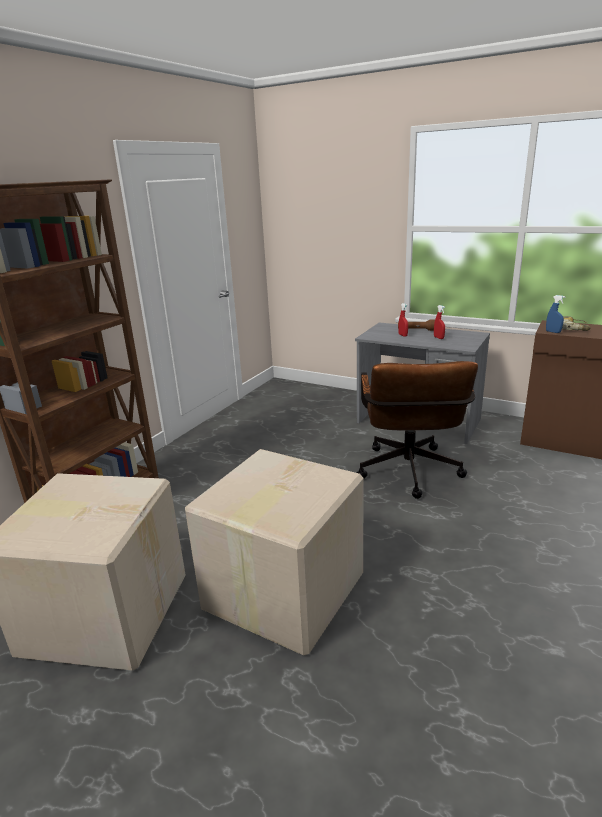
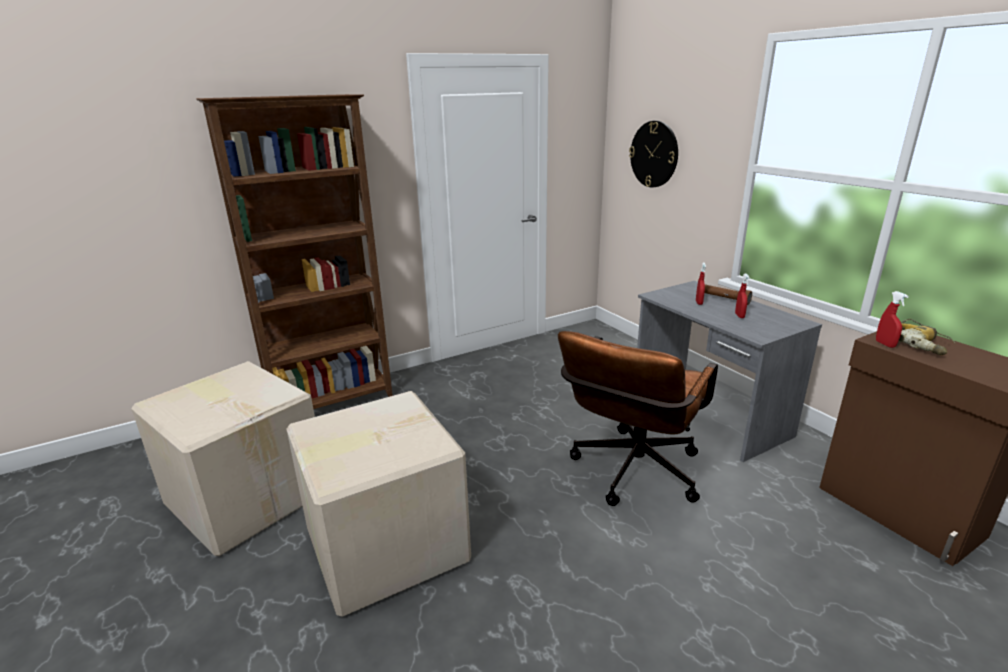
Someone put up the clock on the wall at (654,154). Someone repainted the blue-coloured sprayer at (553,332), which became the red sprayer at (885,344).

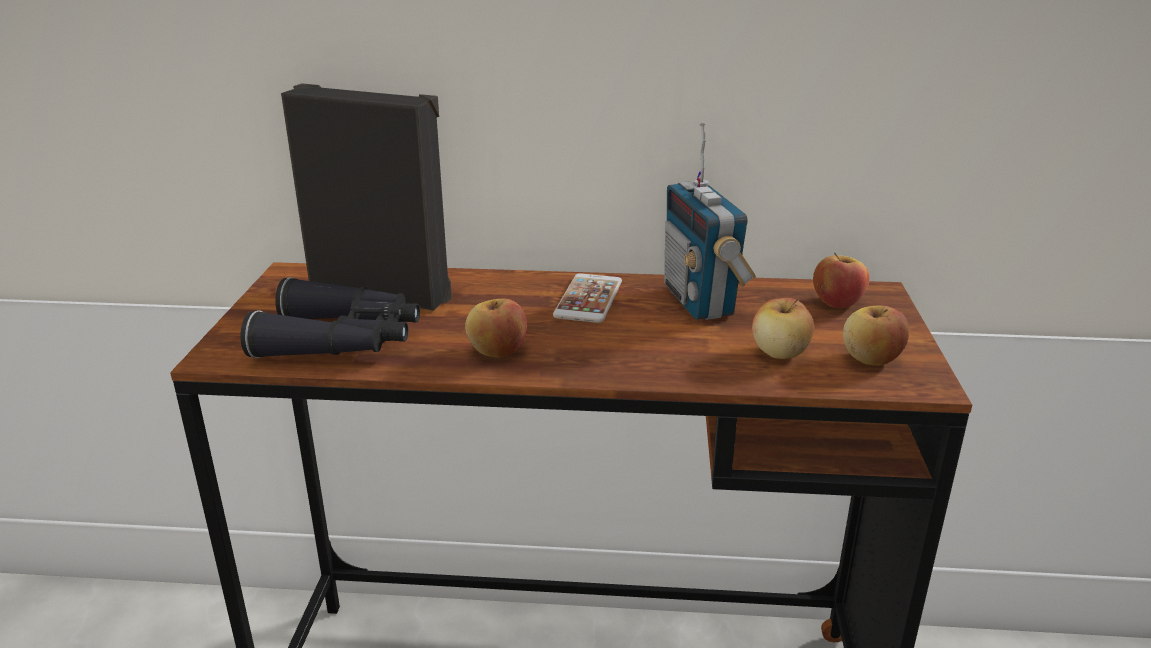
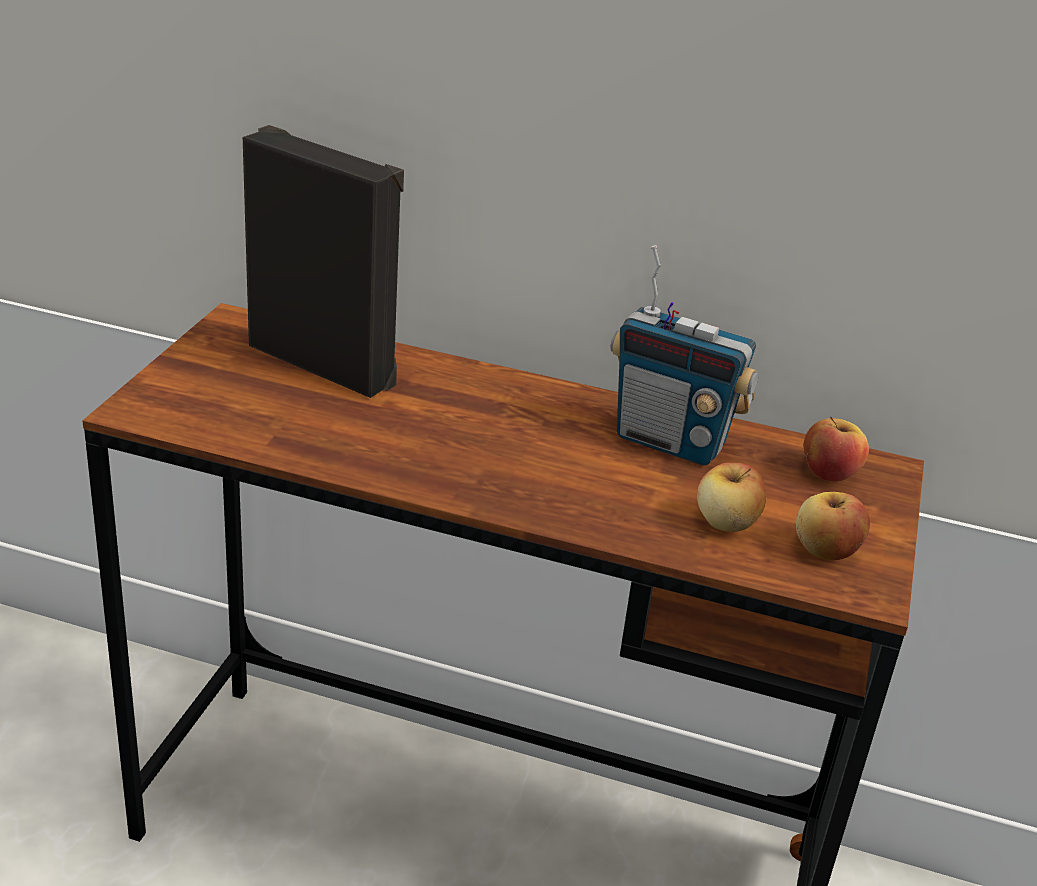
Someone rotated the radio receiver at (700,301) by 60 degrees counterclockwise. Someone took away the blackish binoculars at (342,340). Someone took away the whole apple at (497,351). Someone took away the telephone at (588,299).

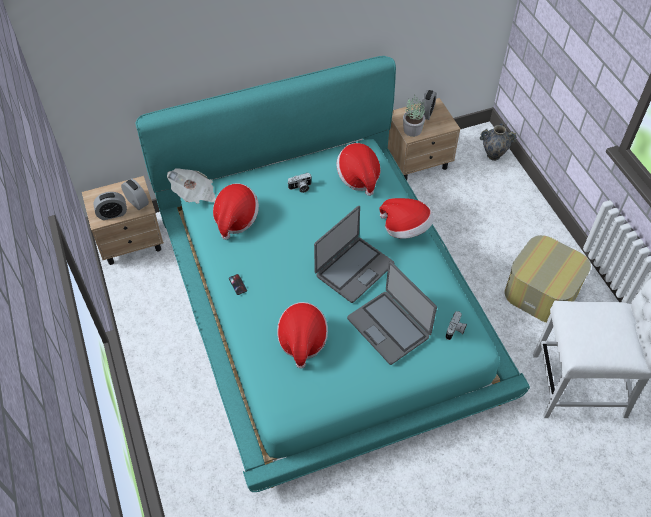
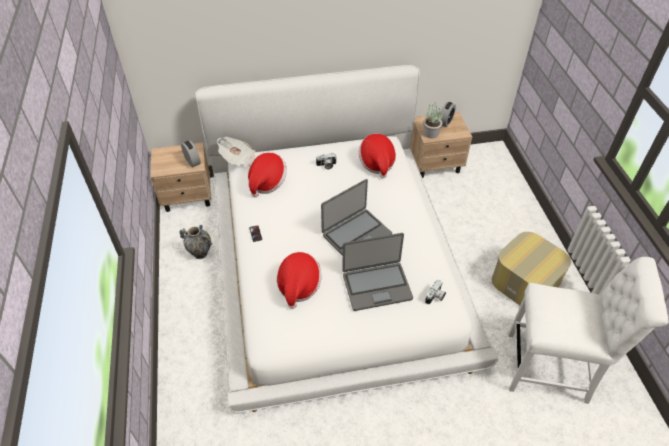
Someone carried the vase from (493,155) to (200,254). Someone repainted the turquoise bed at (325,301), which became the whitish bed at (334,264). Someone rotated the laptop at (389,327) by 75 degrees counterclockwise. Someone took away the table clock at (112,214). Someone took away the clothing hat at (405,228).

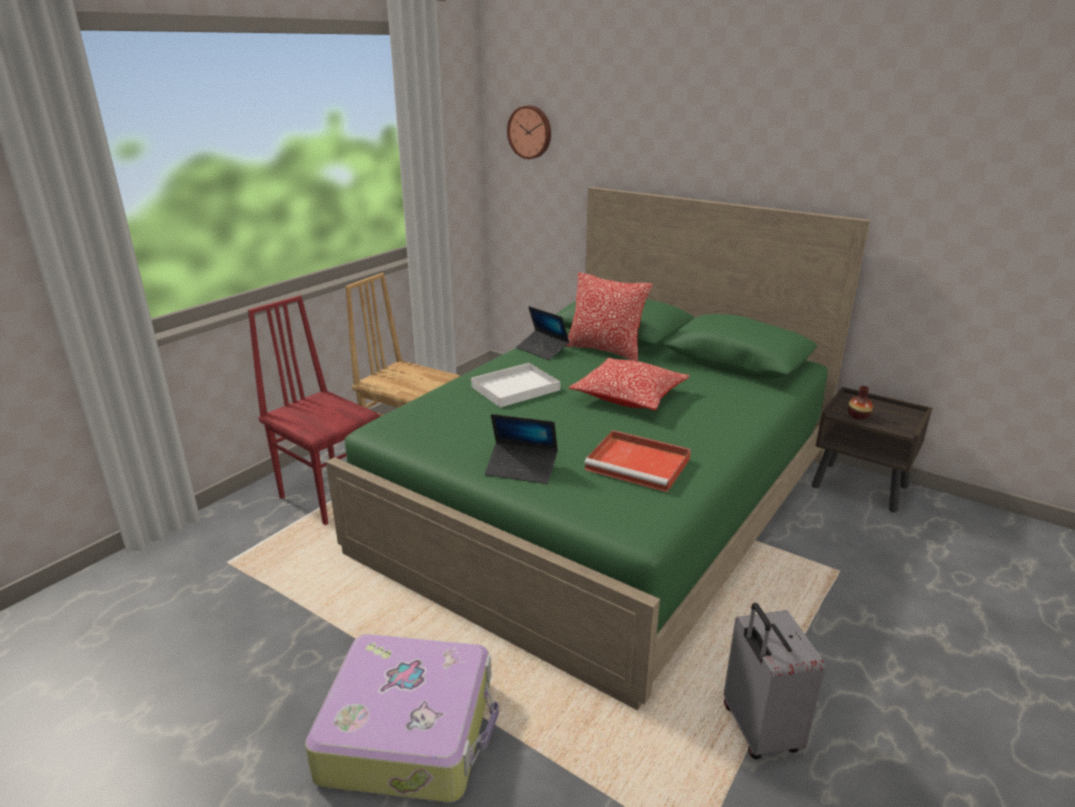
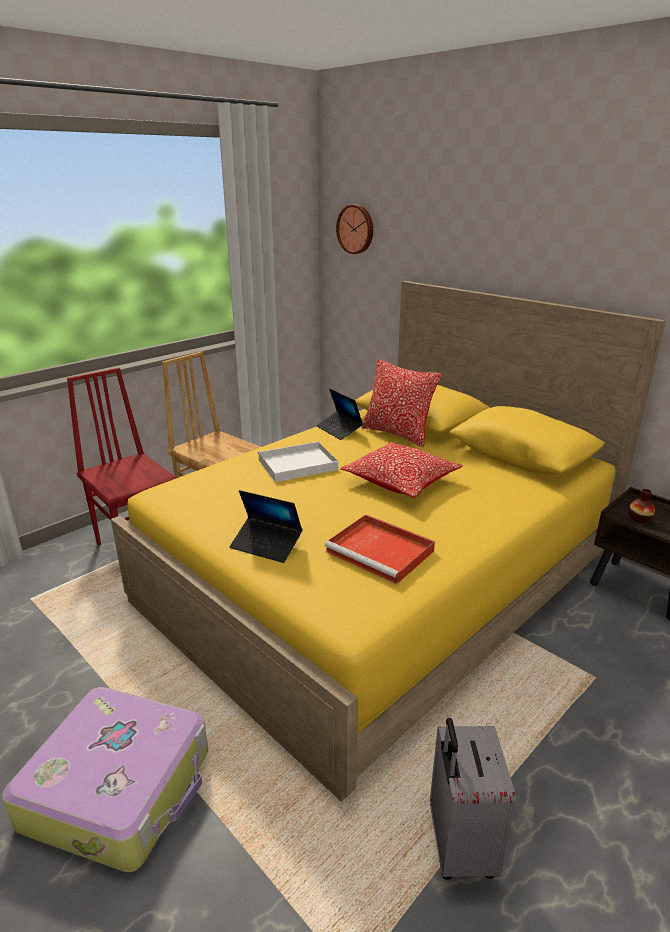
Someone repainted the green bed at (606,501), which became the yellow-coloured bed at (381,577).

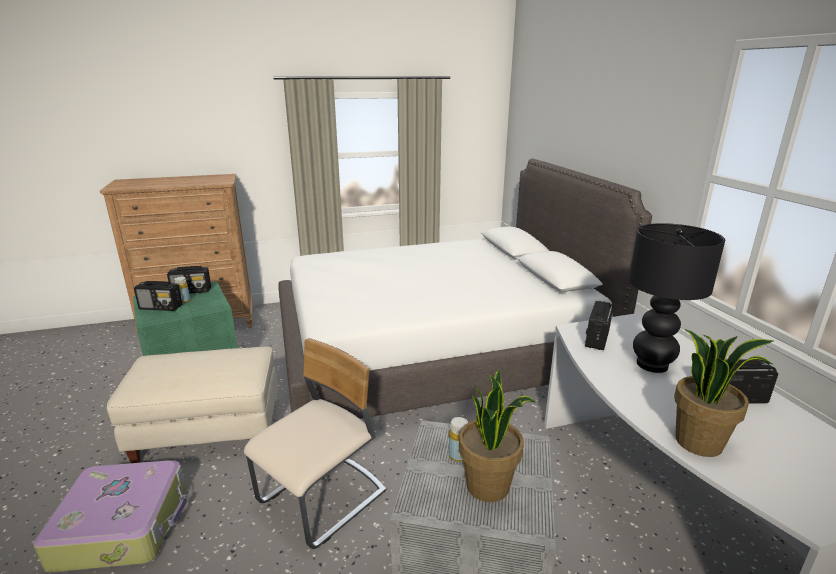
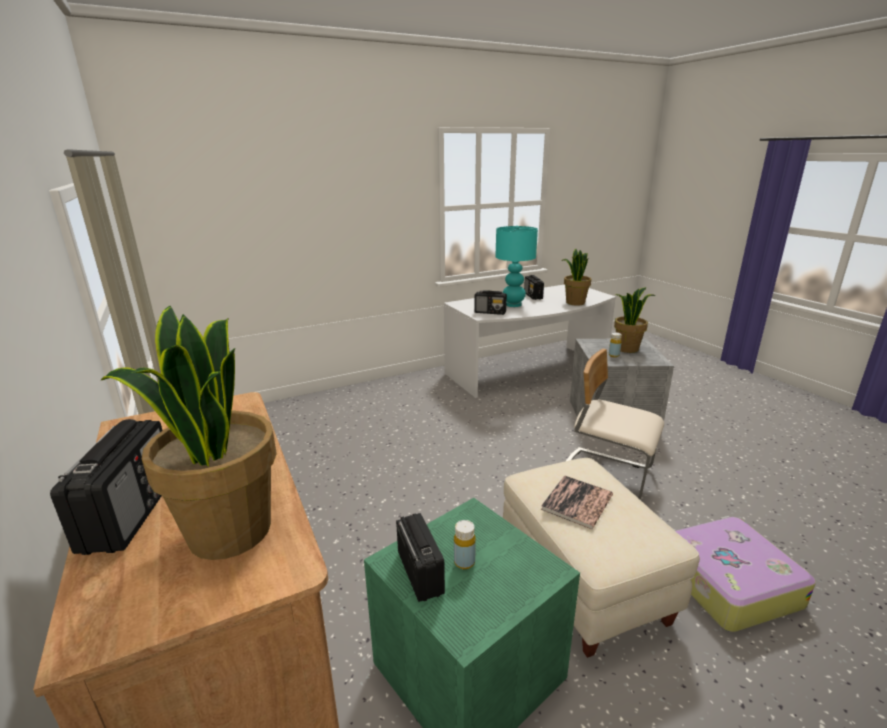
Someone carried the radio receiver from (161,307) to (131,512). Someone put down the plant in a pot at (228,531). Someone repainted the blackish tabletop lamp at (652,365), which became the turquoise tabletop lamp at (513,304). Someone put down the volume at (577,502). Someone took away the whitish bed at (436,355).

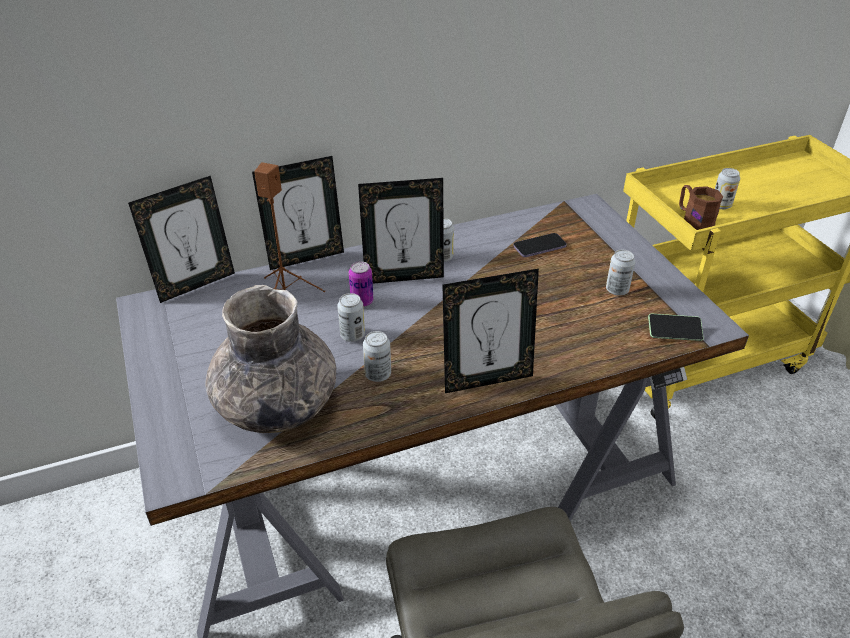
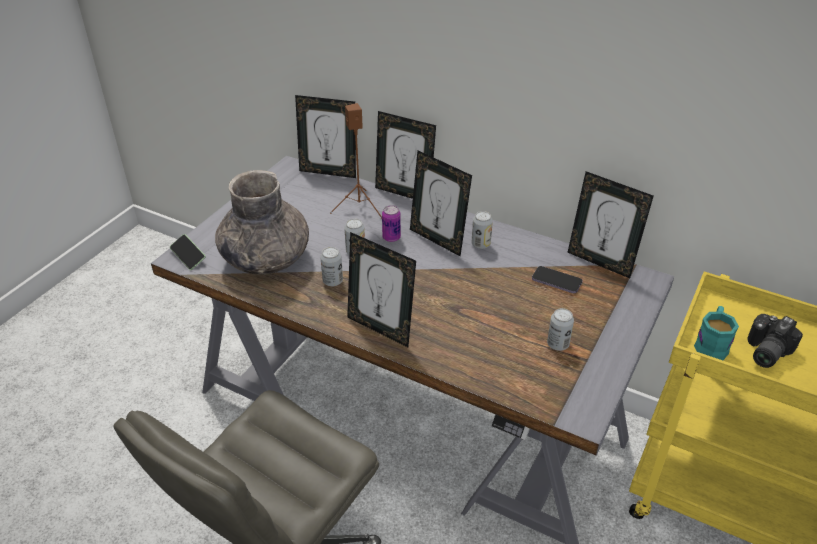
Someone carried the telephone from (674,333) to (188,257). Someone put down the picture frame at (600,262). Someone repainted the brown-coloured tea mug at (693,221), which became the turquoise tea mug at (711,344). Someone swapped the sealed can at (721,205) for the still camera at (764,351).

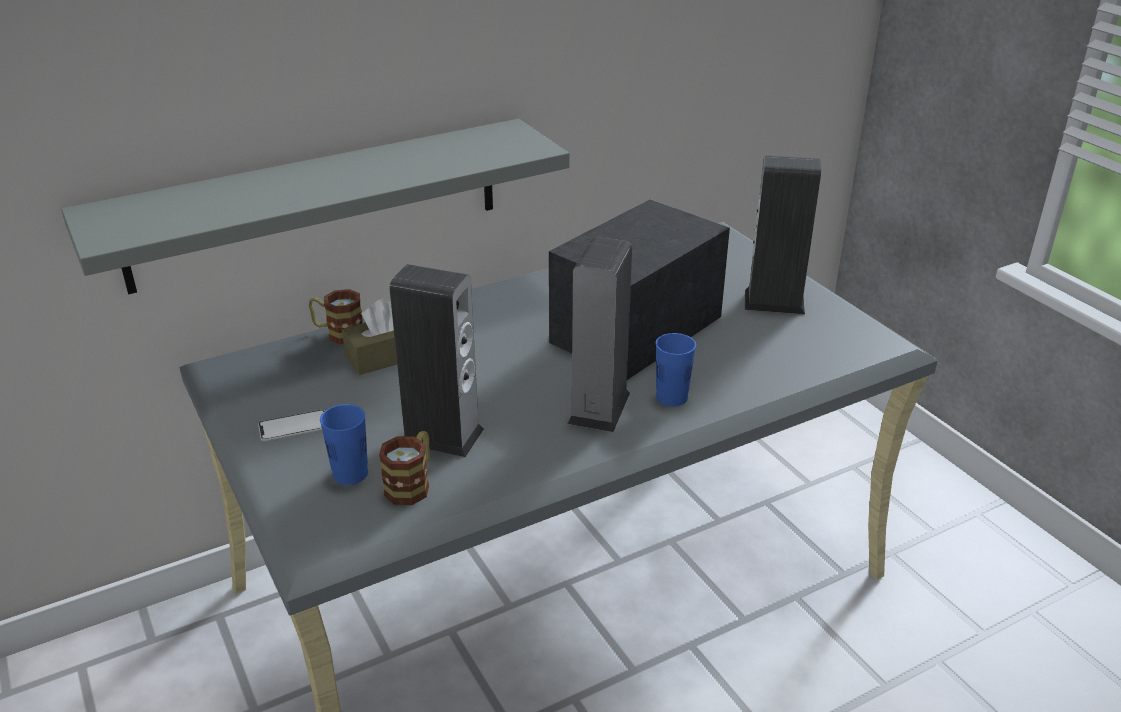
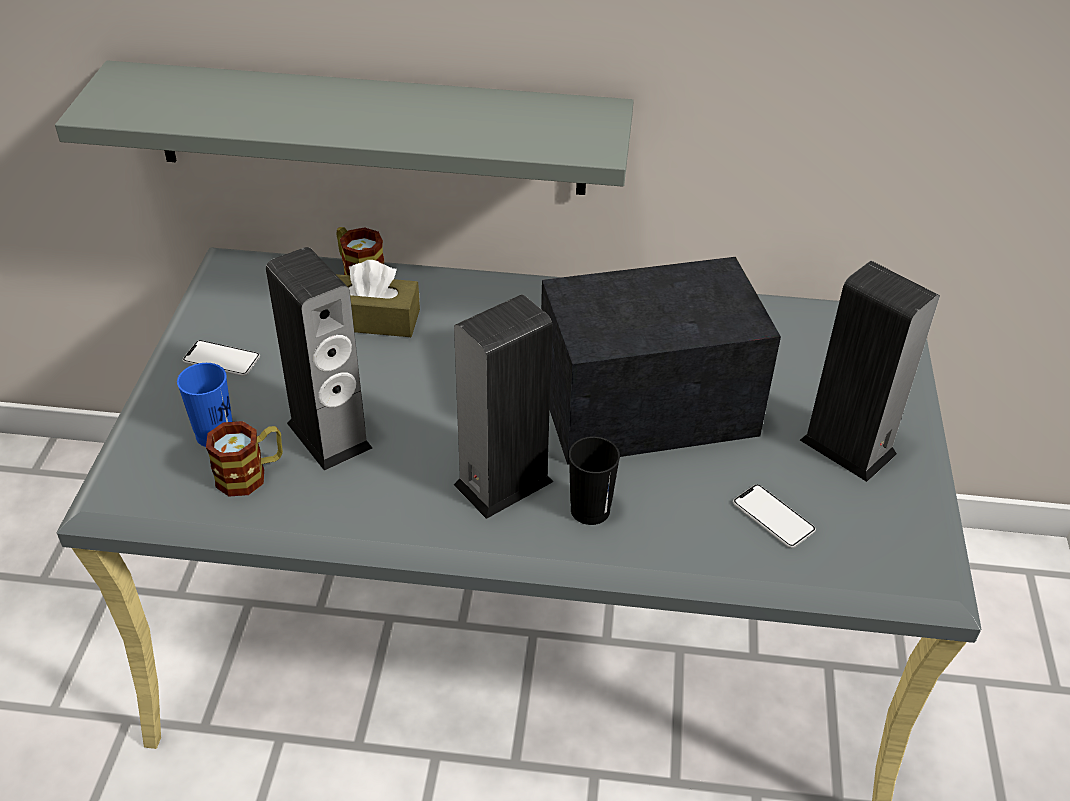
Someone repainted the blue-coloured cup at (671,397), which became the blackish cup at (590,510). Someone put down the telephone at (773,517).

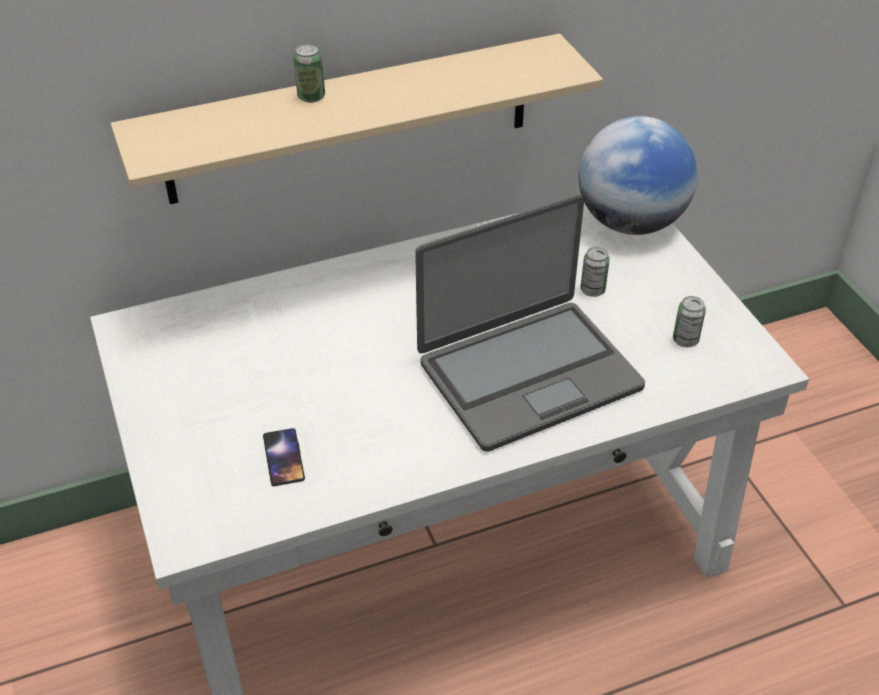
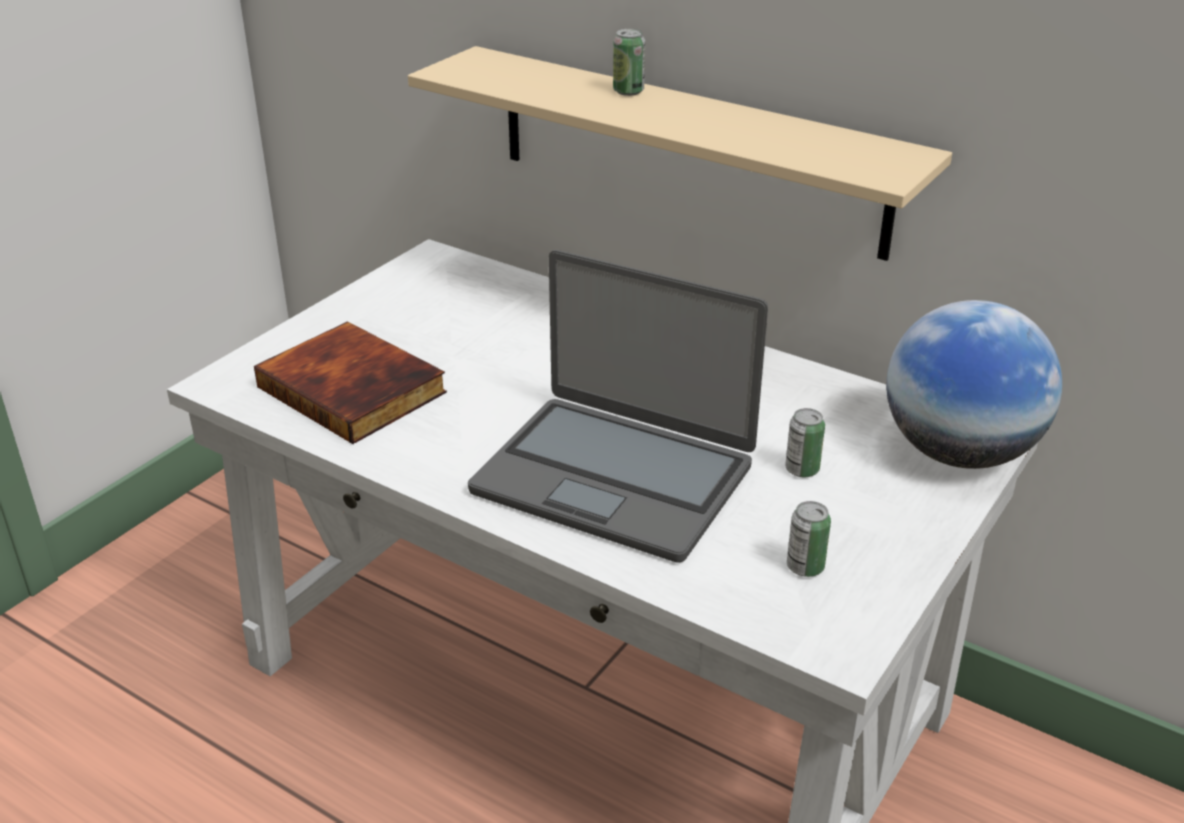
Someone swapped the telephone at (284,457) for the volume at (355,388).

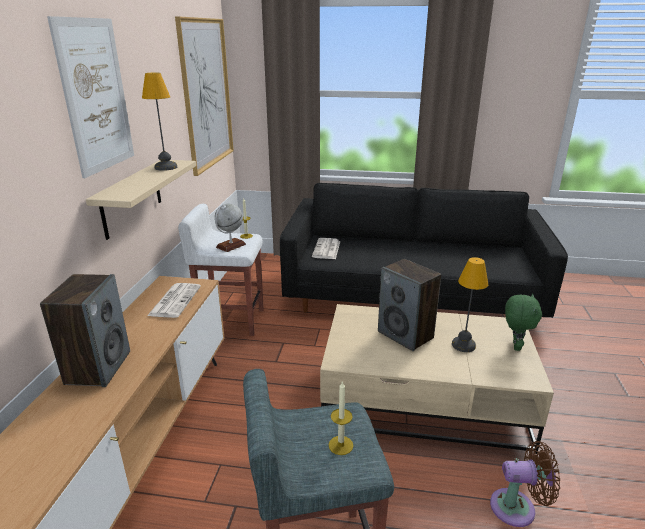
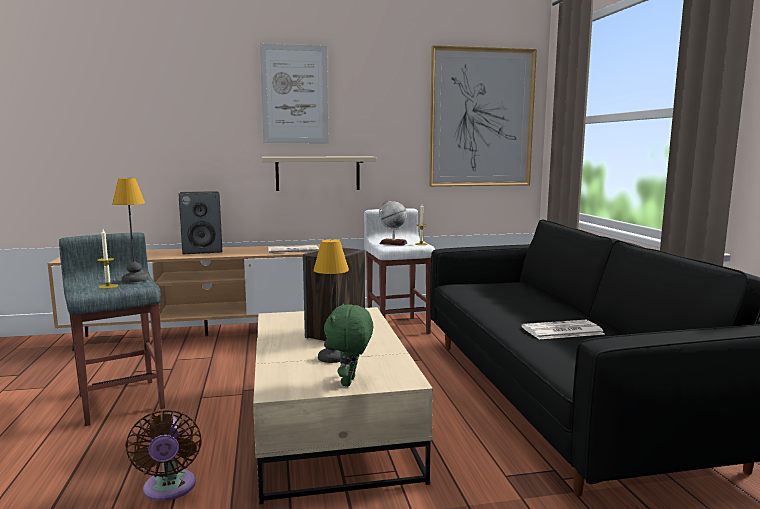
Someone carried the tabletop lamp from (166,167) to (135,279). Someone rotated the green plush toy at (515,346) by 105 degrees clockwise. Someone carried the printed paper from (327,249) to (561,331).

